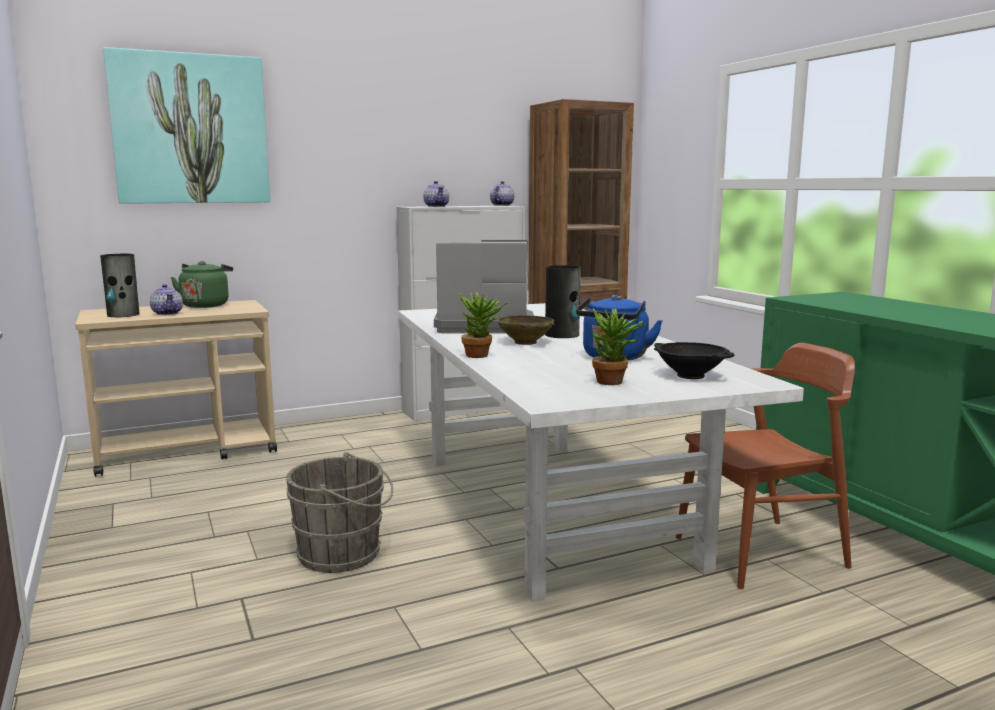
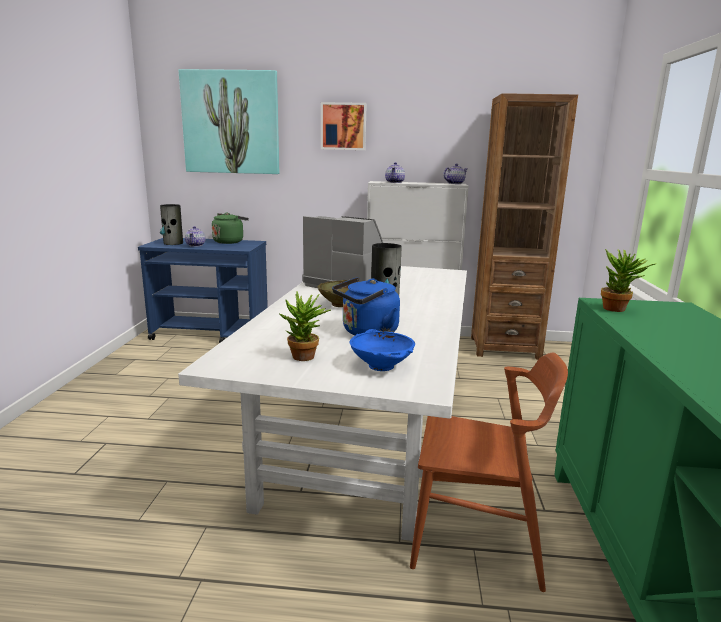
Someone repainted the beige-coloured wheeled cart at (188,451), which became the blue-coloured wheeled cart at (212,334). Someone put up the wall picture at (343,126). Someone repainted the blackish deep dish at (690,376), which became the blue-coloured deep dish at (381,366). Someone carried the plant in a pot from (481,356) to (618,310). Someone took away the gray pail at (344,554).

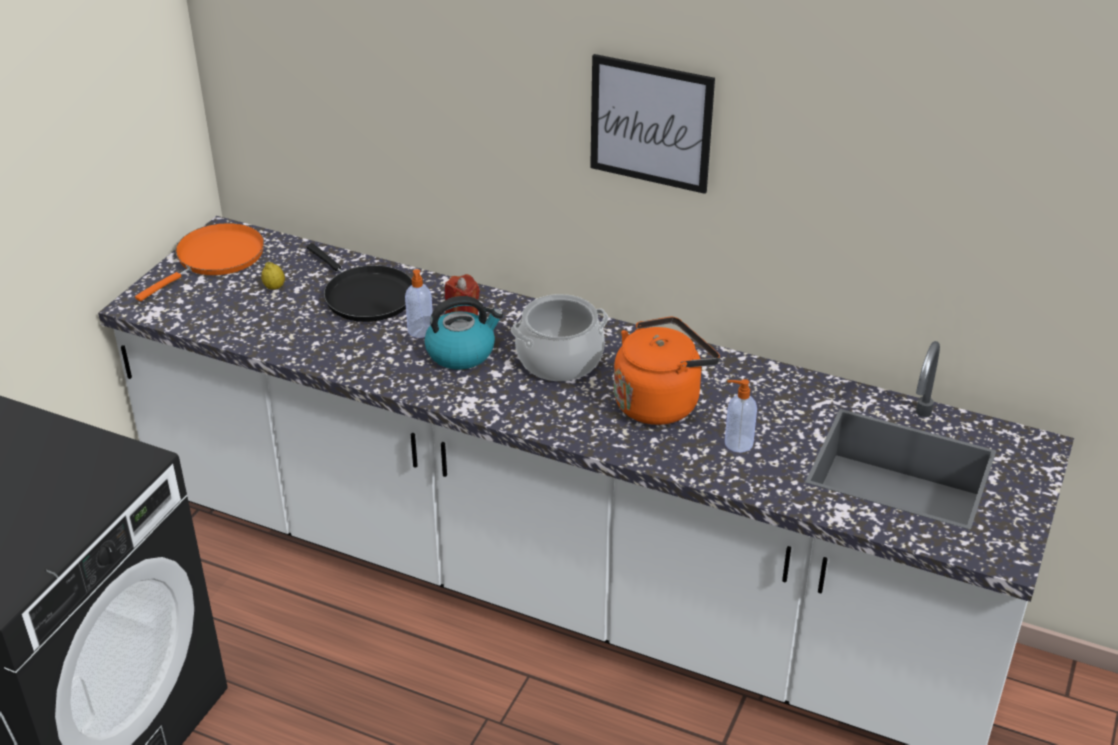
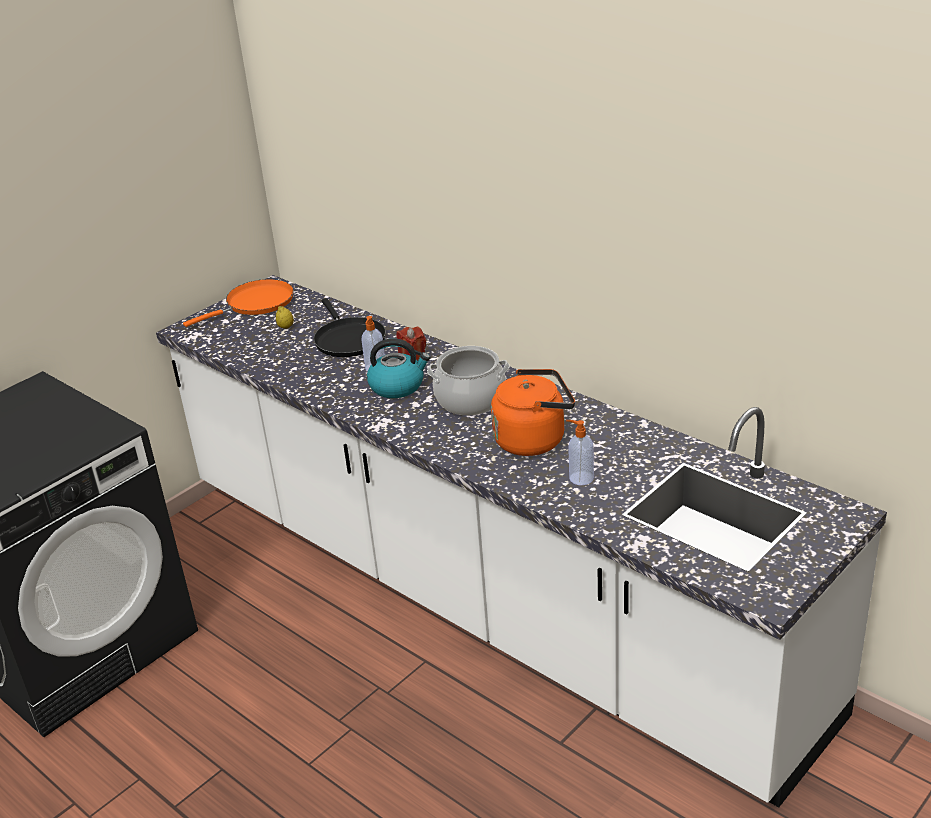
Someone took away the wall picture at (651,123).

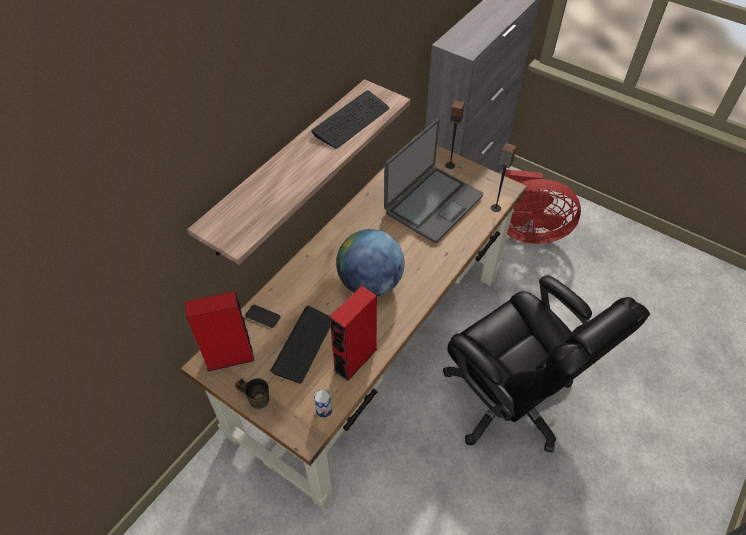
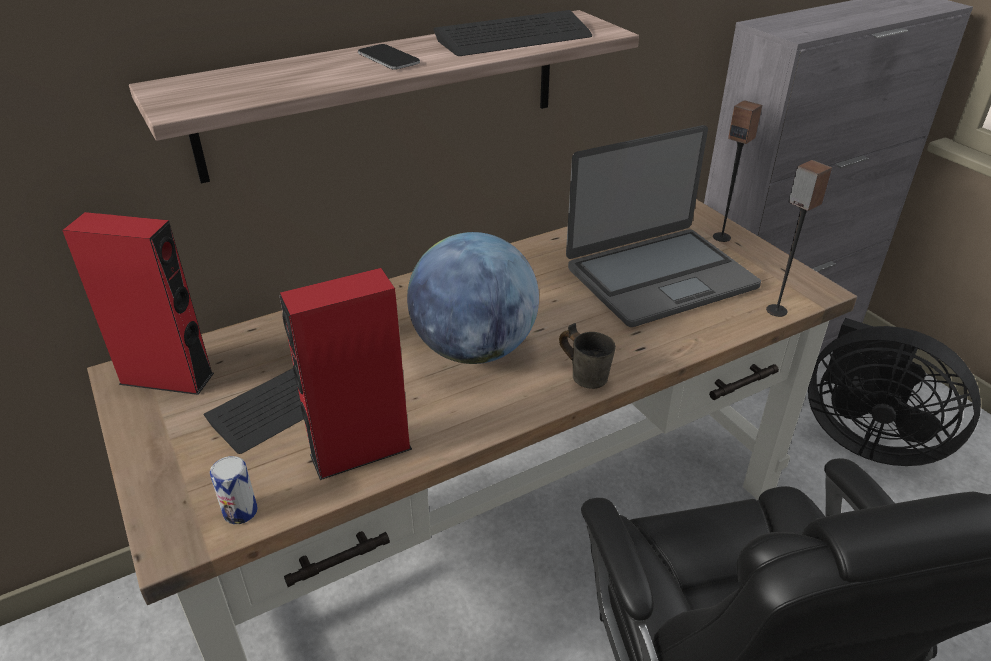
Someone carried the telephone from (263,316) to (388,59). Someone carried the gray tea mug from (256,396) to (586,373). Someone repainted the red electric fan at (527,231), which became the blackish electric fan at (866,438).

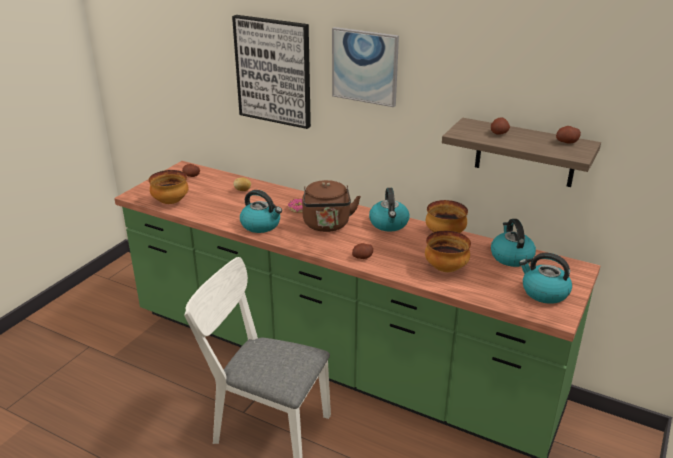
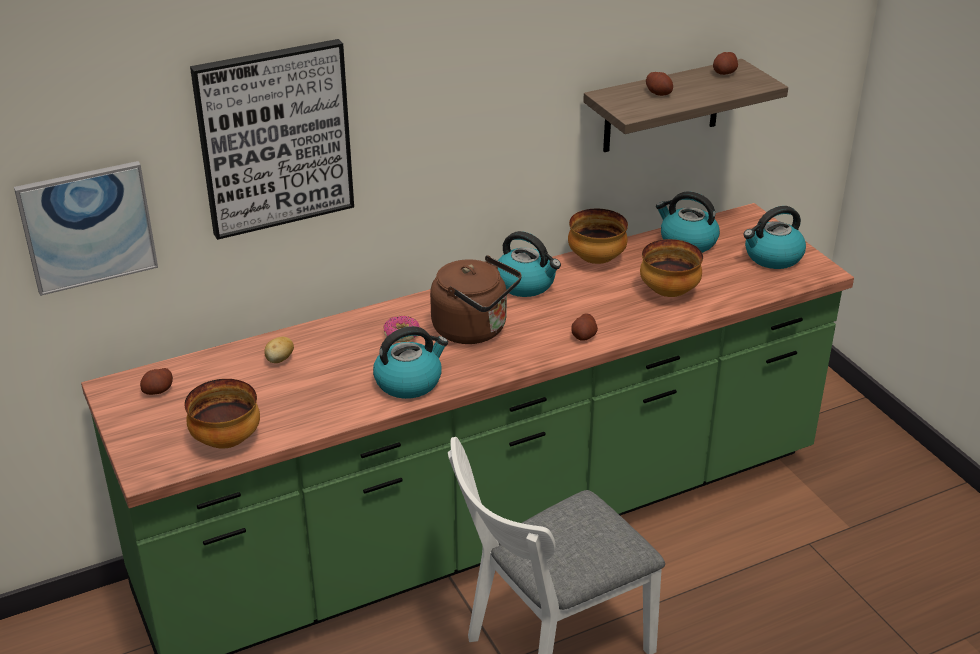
Someone carried the wall picture from (365,66) to (87,226).

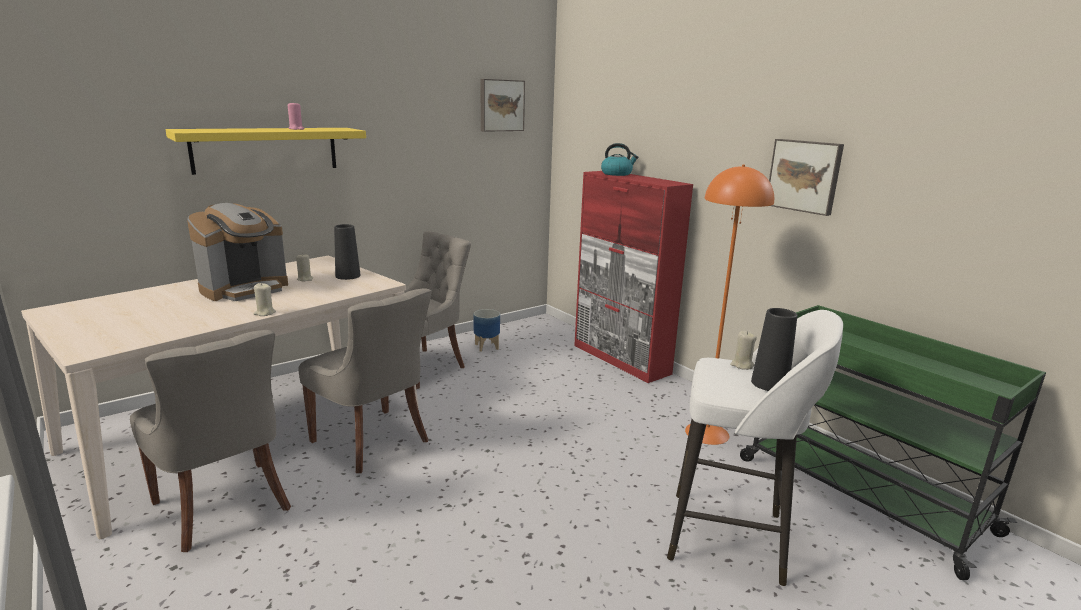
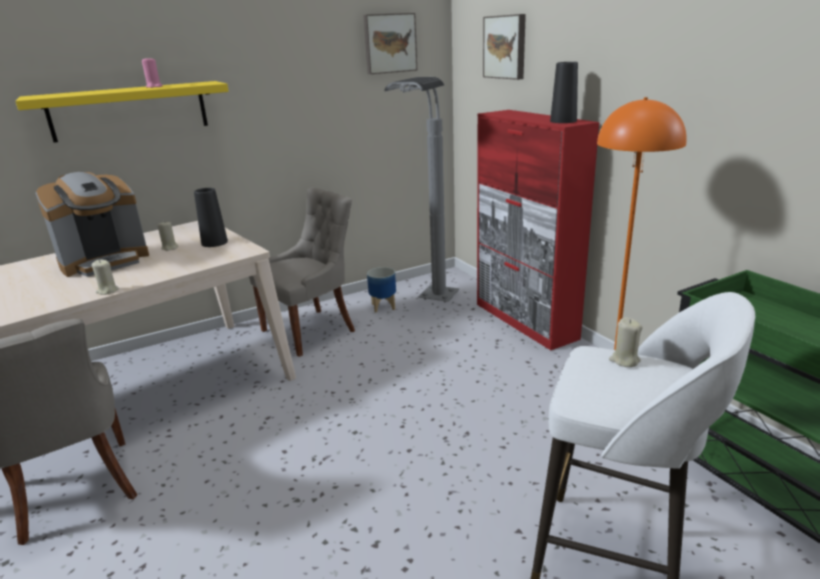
Someone put down the gray standing lamp at (431,306). Someone carried the wall picture from (804,176) to (505,47). Someone carried the blackish vase from (769,383) to (563,121). Someone took away the gray upright chair at (373,441). Someone took away the water kettle at (617,174).

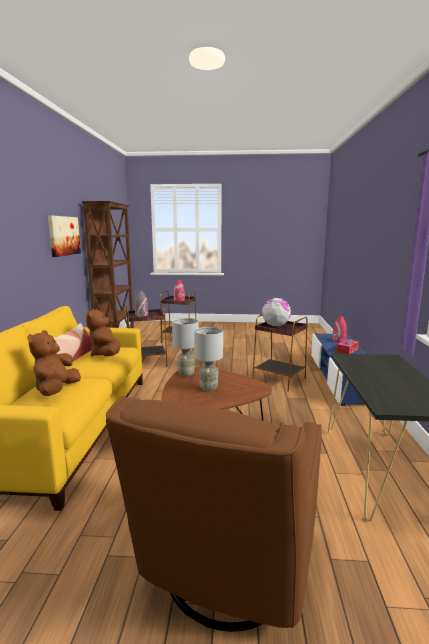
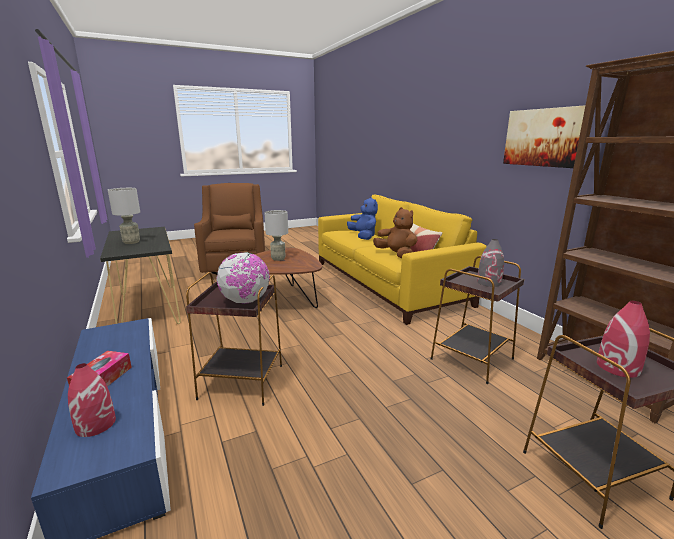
Someone carried the gray tabletop lamp from (186,374) to (131,242). Someone repainted the brown-coloured plush toy at (56,390), which became the blue-coloured plush toy at (363,237).

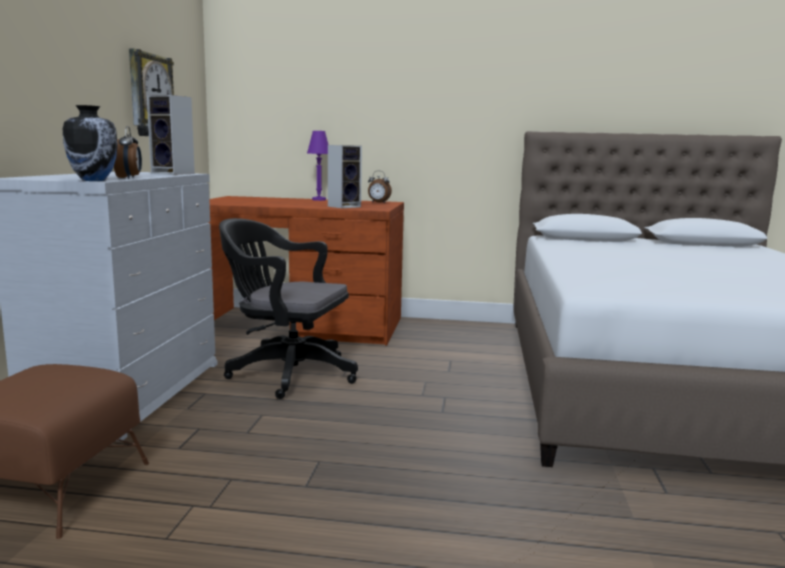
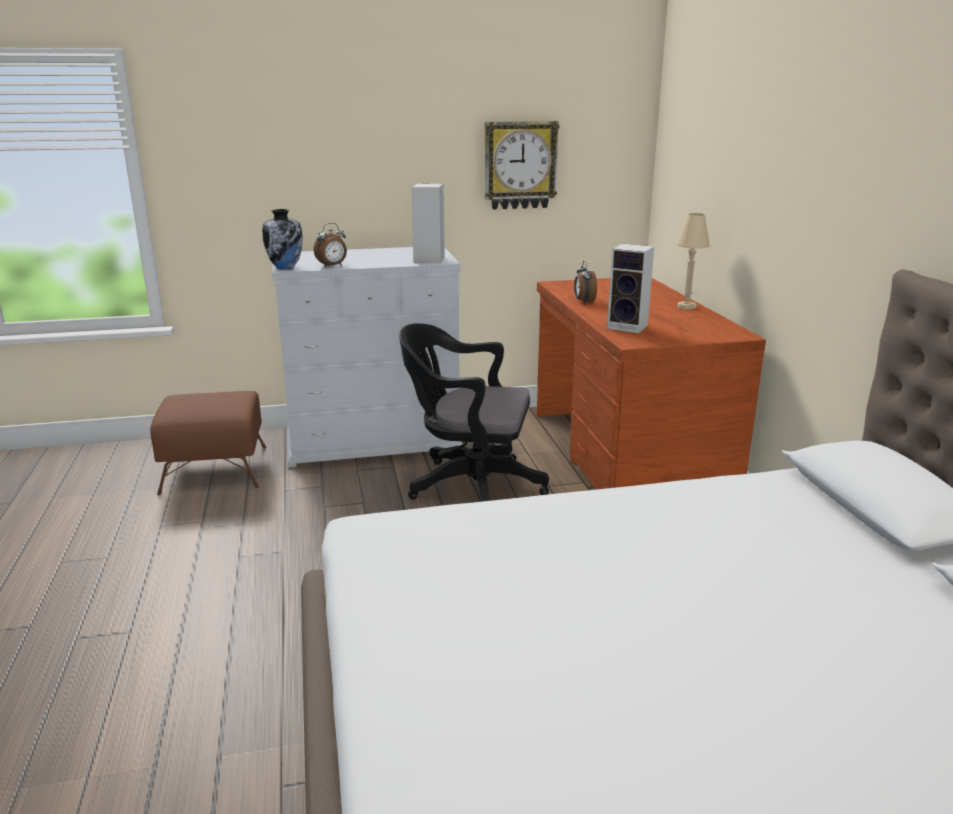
Someone rotated the blackish desk chair at (286,373) by 75 degrees counterclockwise. Someone carried the table clock from (378,202) to (584,301). Someone repainted the purple tabletop lamp at (319,200), which became the beige-coloured tabletop lamp at (686,307).

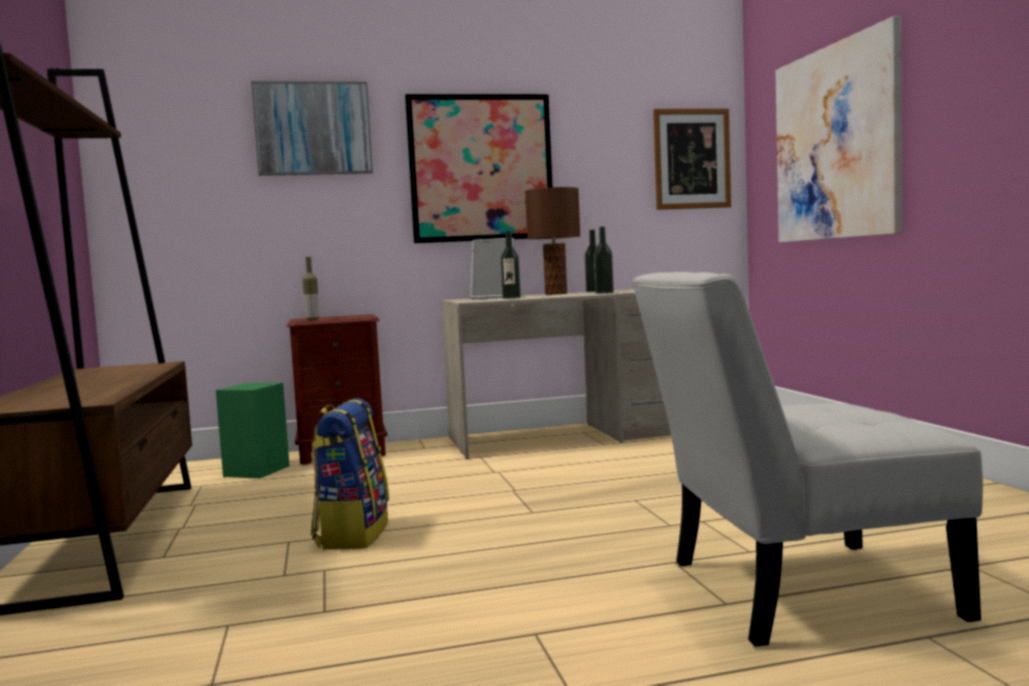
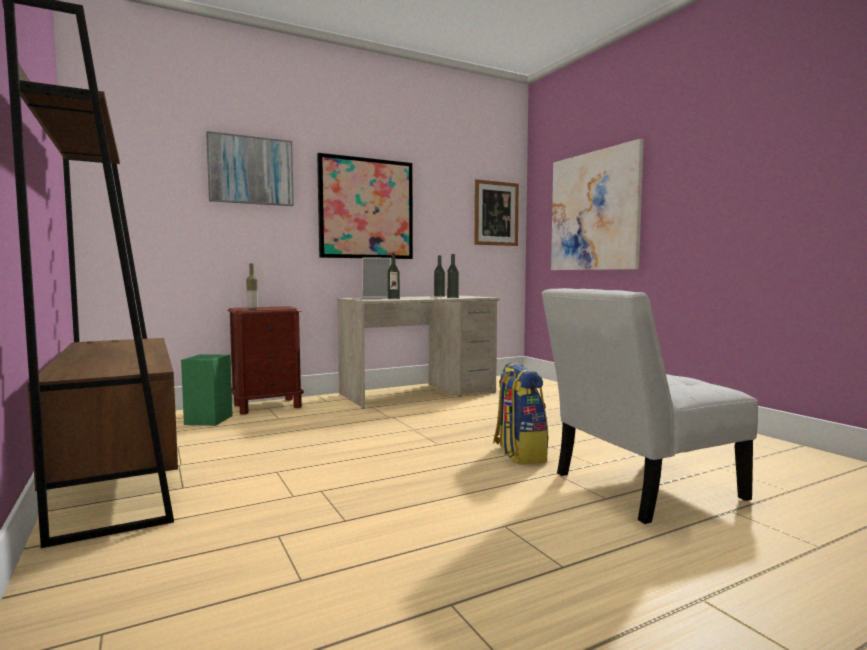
Someone carried the rucksack from (352,534) to (519,454). Someone took away the brown-coloured tabletop lamp at (556,294).

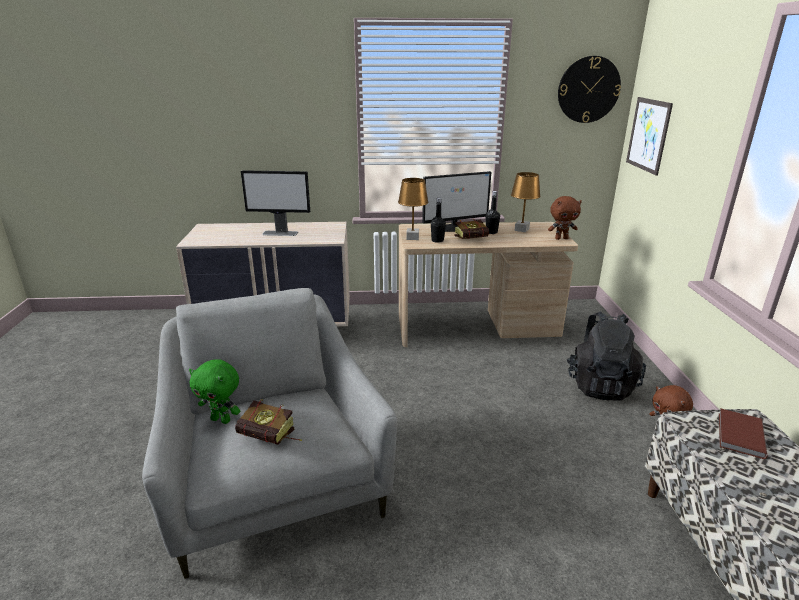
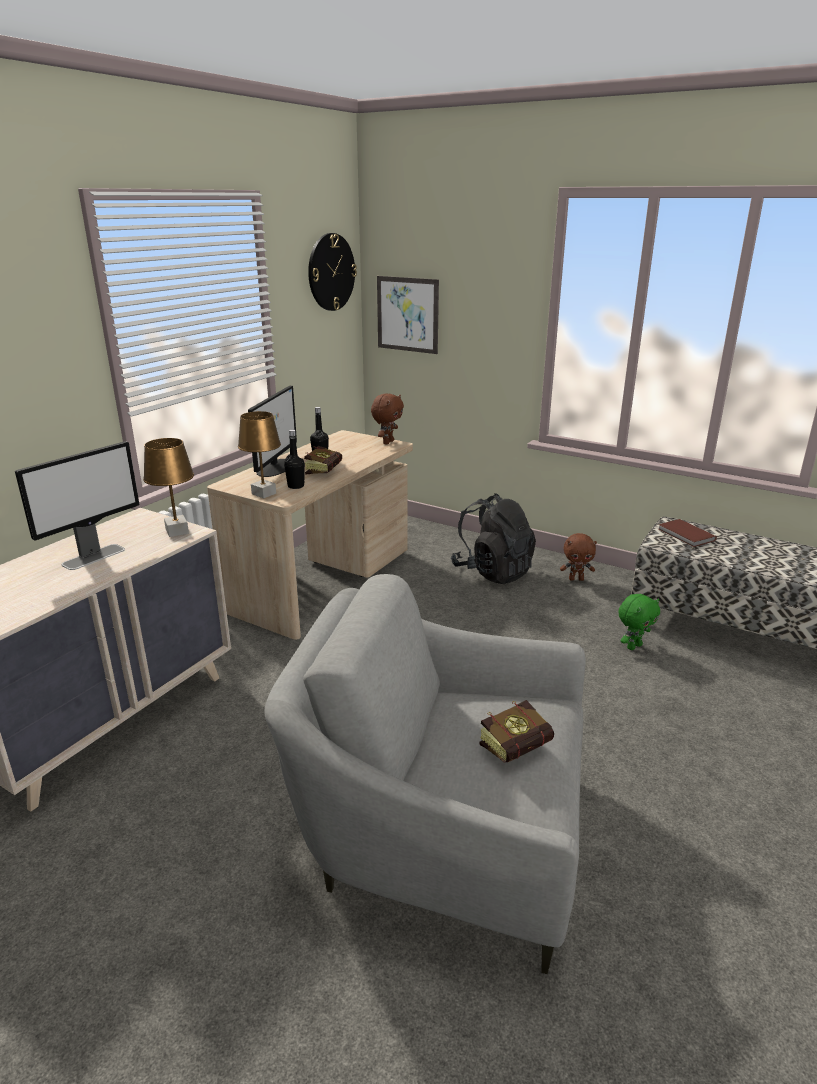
Someone carried the brown-coloured tabletop lamp from (521,229) to (176,531). Someone carried the green plush toy from (221,419) to (633,646).

